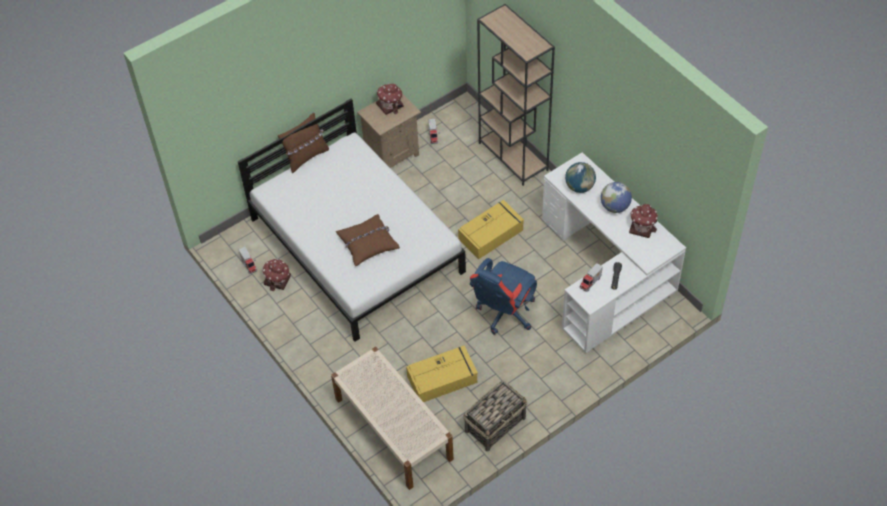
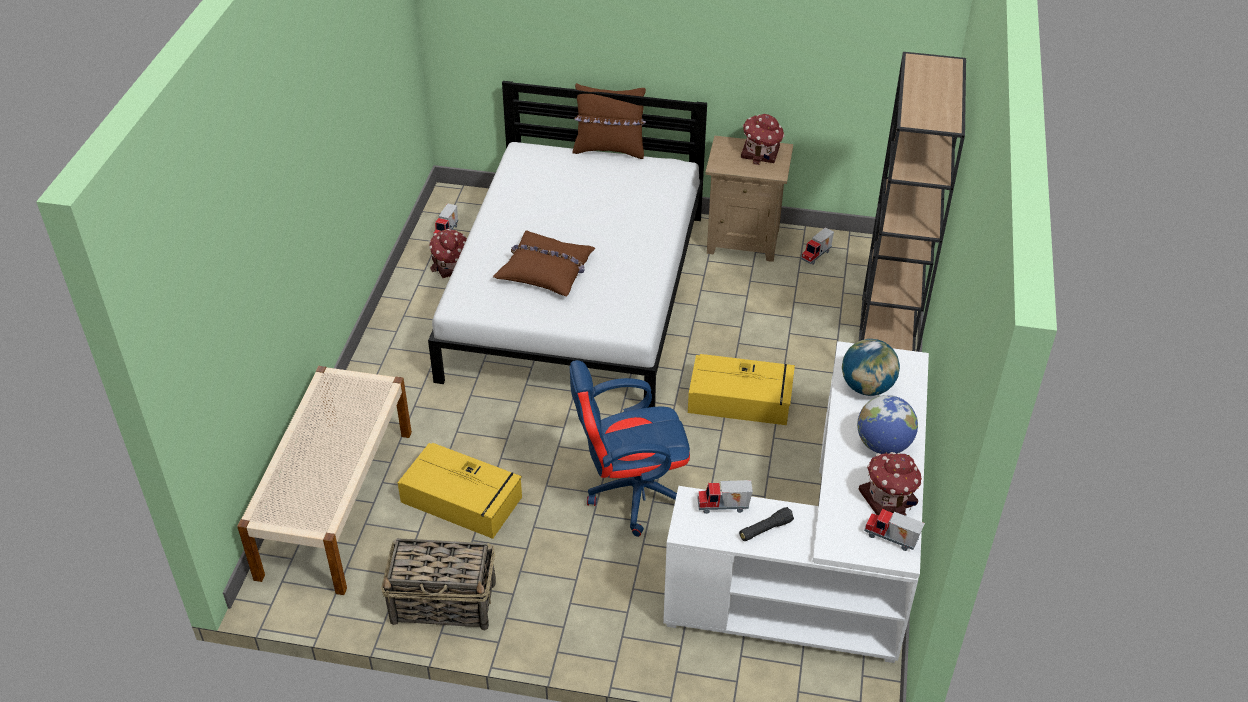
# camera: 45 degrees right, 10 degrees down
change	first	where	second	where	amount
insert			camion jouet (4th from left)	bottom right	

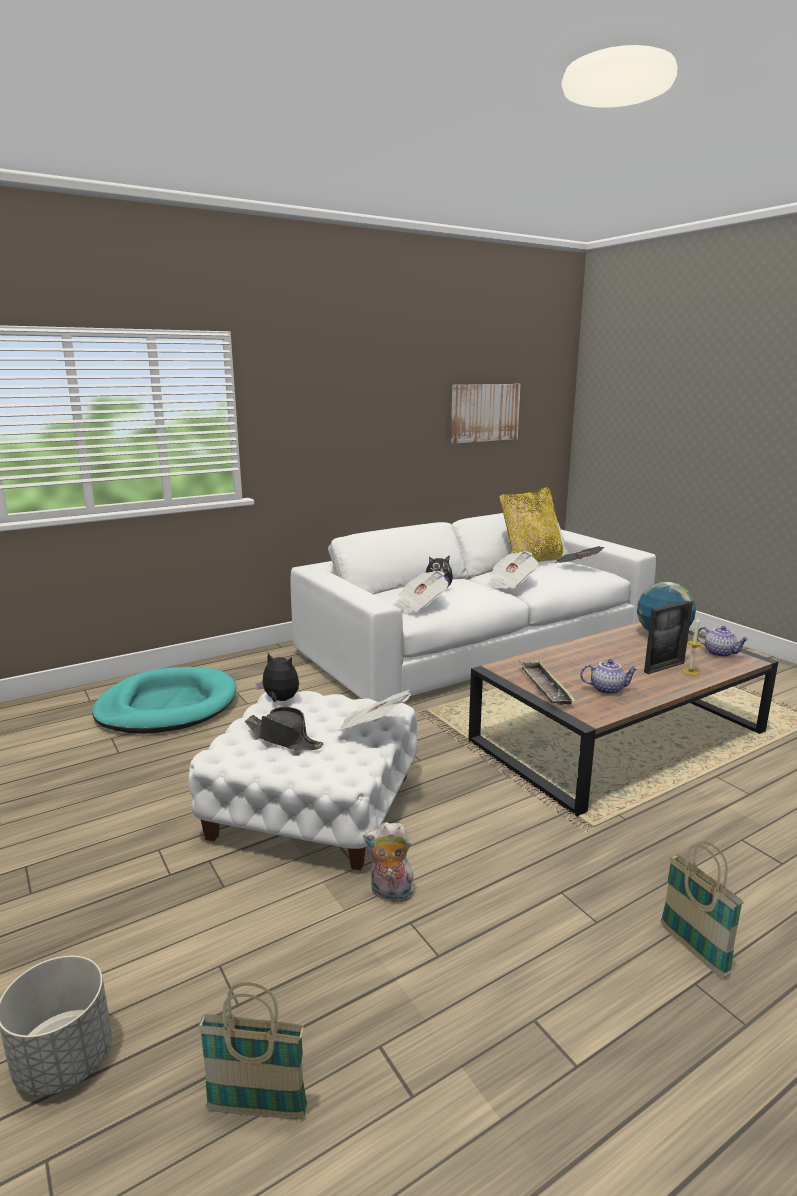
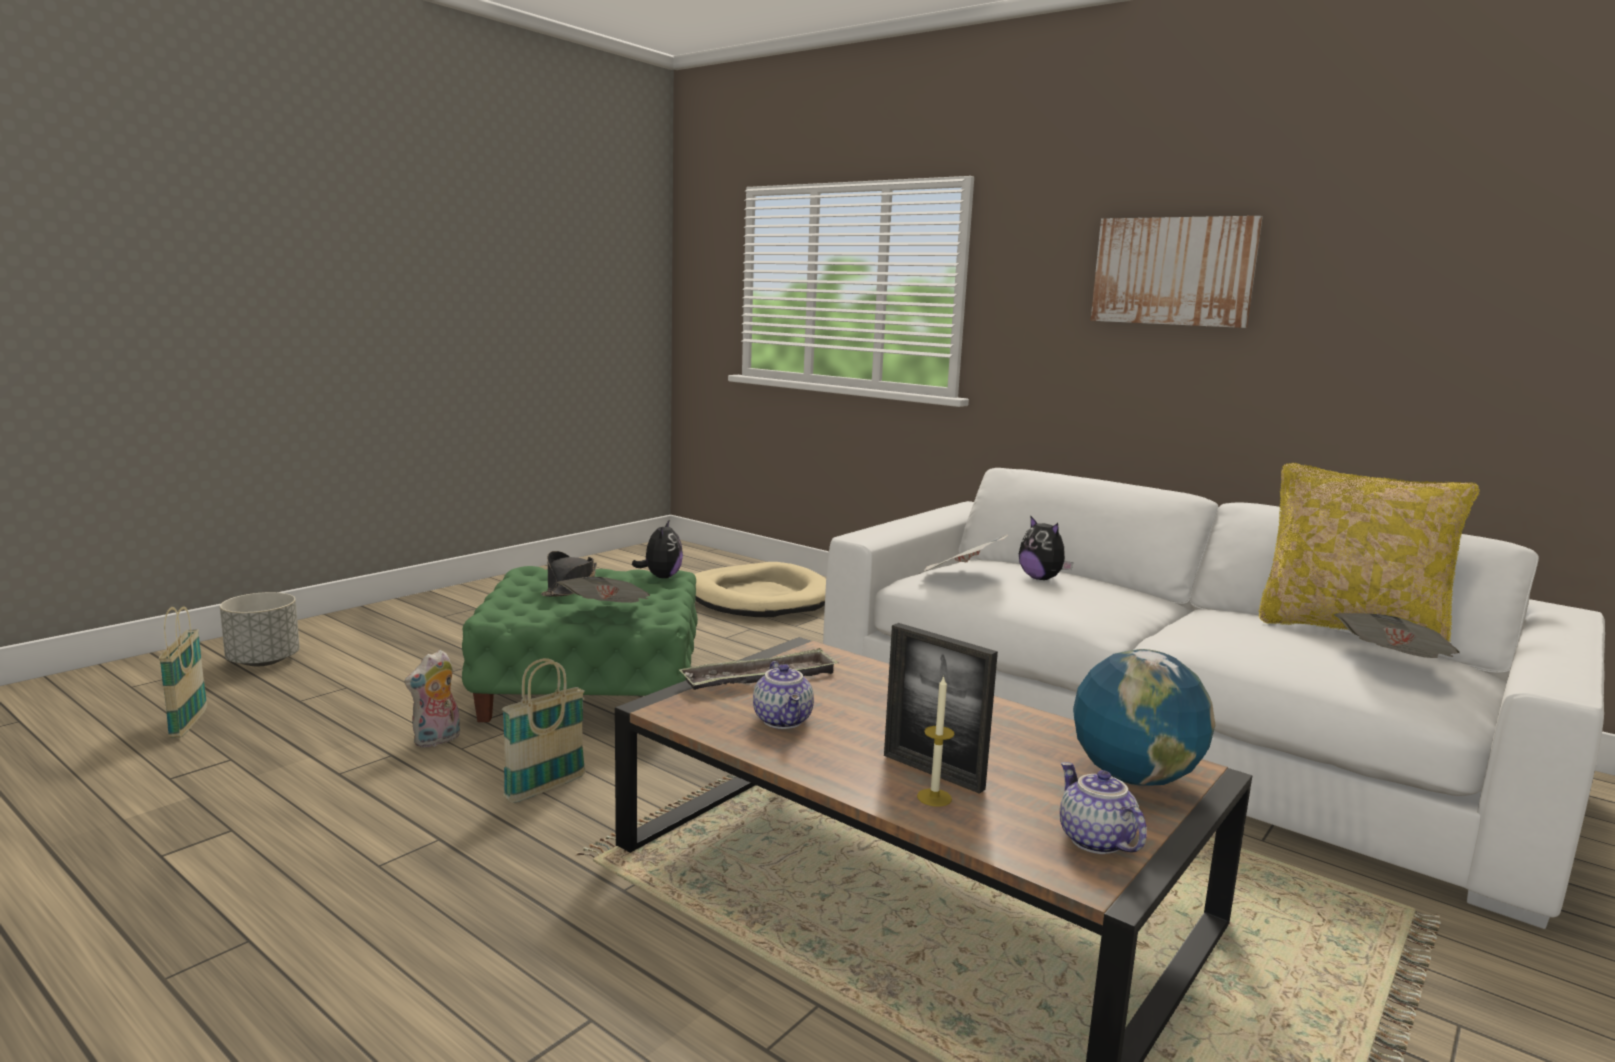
# camera: 70 degrees right, 5 degrees down
change	first	where	second	where	amount
recolor	panier pour chien [turquoise]	middle left	panier pour chien [beige]	centre	
recolor	pouf [blanc]	centre	pouf [vert]	centre	
rotate	peluche (2nd from left in the first image)	bottom centre	peluche (1st from left)	middle left	135 degrees counterclockwise
move	tableau	centre		top right	
delete	journal (3rd from left)	centre			
move	panier (2nd from left)	bottom right		bottom centre	
rotate	théière (2nd from left)	middle right		bottom right	135 degrees clockwise

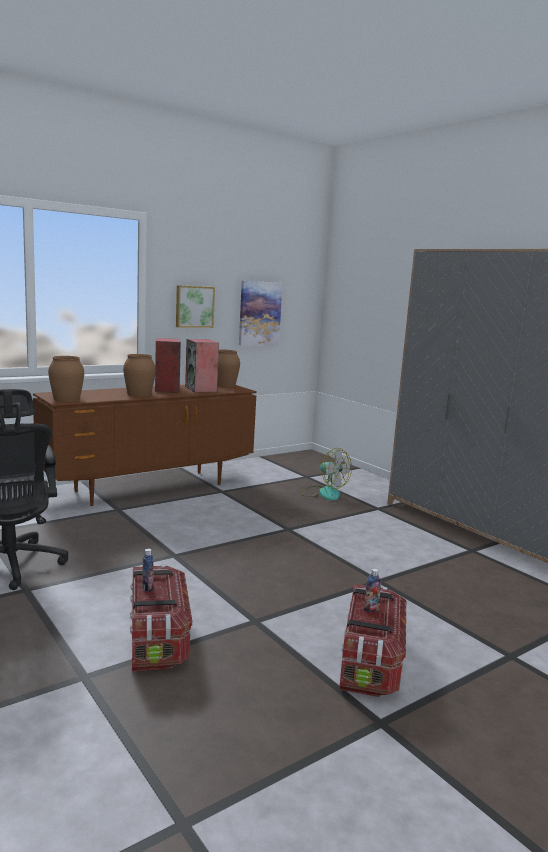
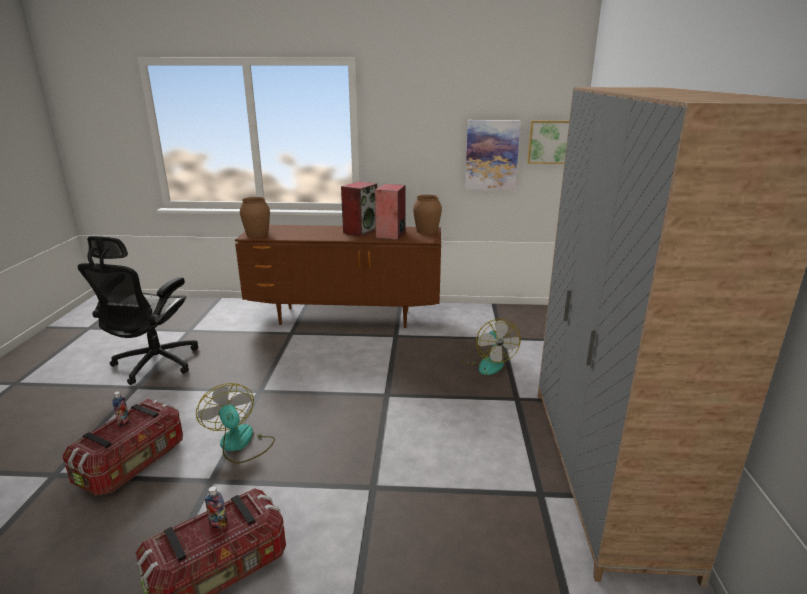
# camera: 40 degrees right, 10 degrees up
change	first	where	second	where	amount
delete	vase [marron] (2nd from left)	middle left			
move	tableau (1st from left in the first image)	centre	tableau (2nd from left)	top right	
insert			ventilateur (1st from left)	bottom left	

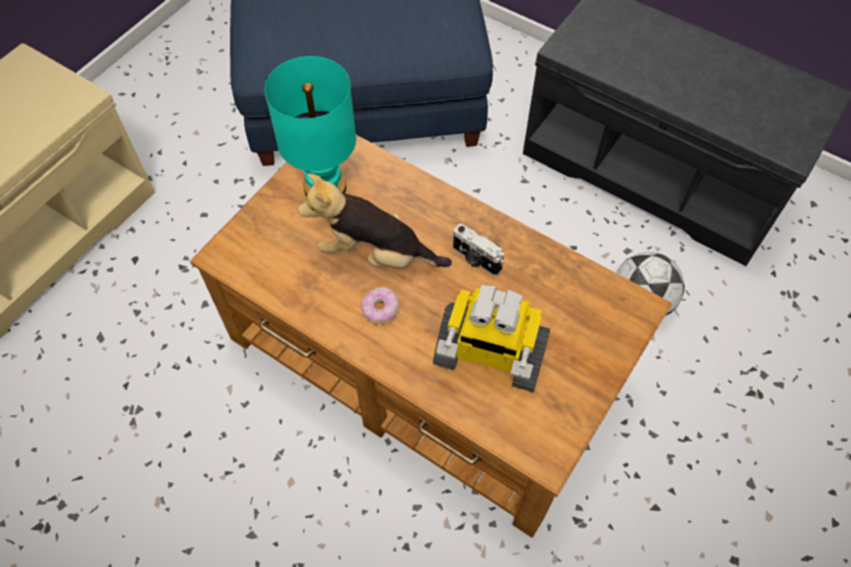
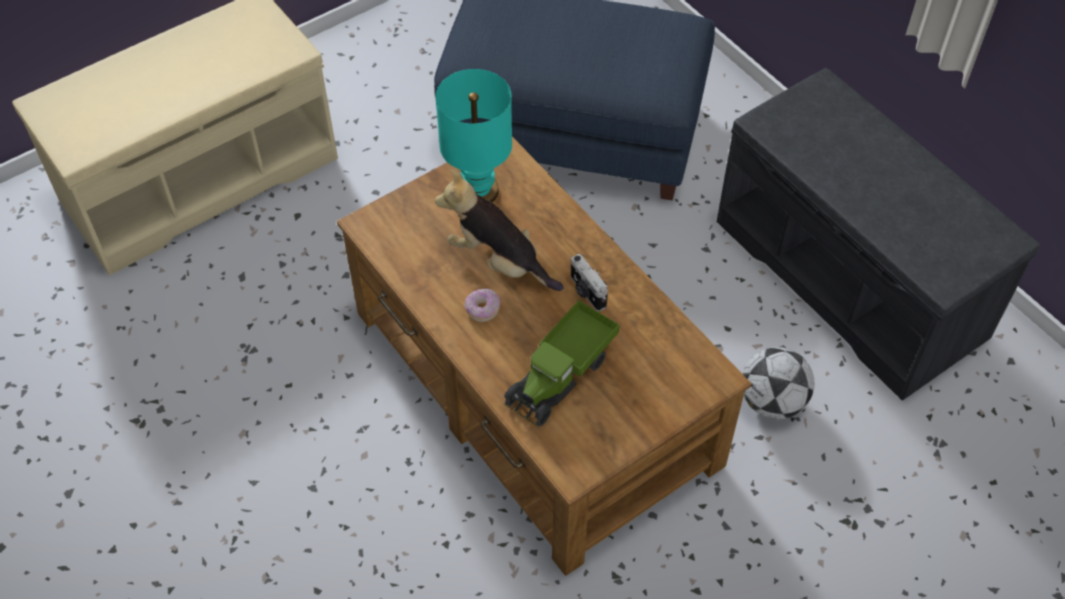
# camera: 20 degrees right, 5 degrees down
change	first	where	second	where	amount
replace	robot jouet	centre	camion jouet	centre	

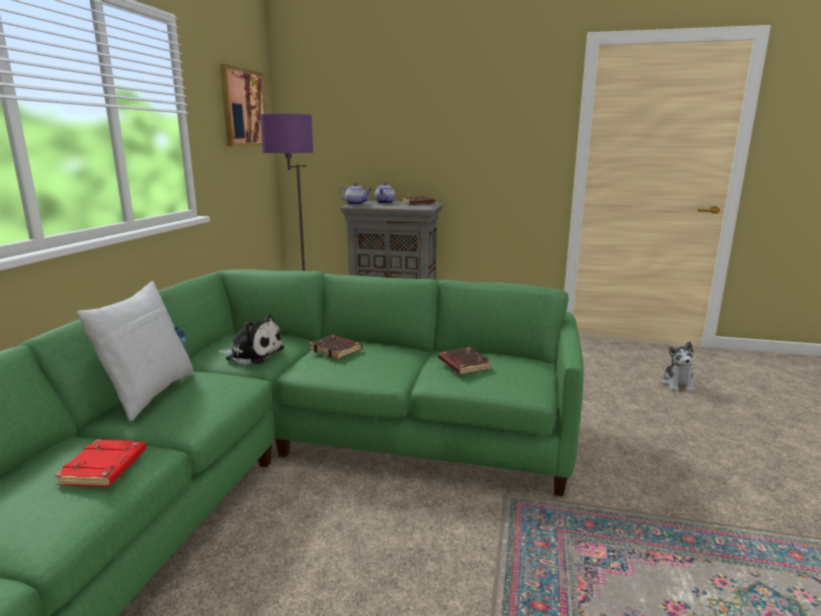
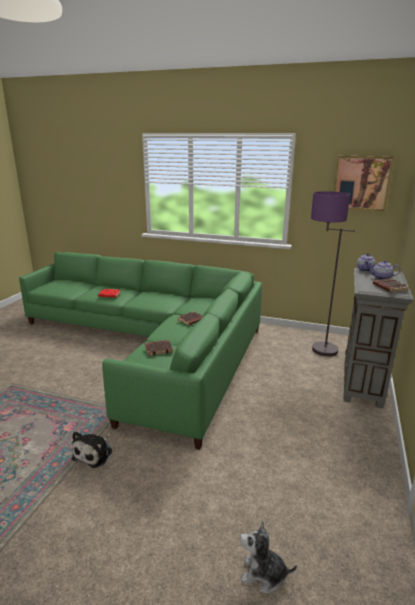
# camera: 95 degrees right, 5 degrees up
change	first	where	second	where	amount
delete	coussin [gris]	middle left			
move	peluche (1st from left)	middle left		bottom left	

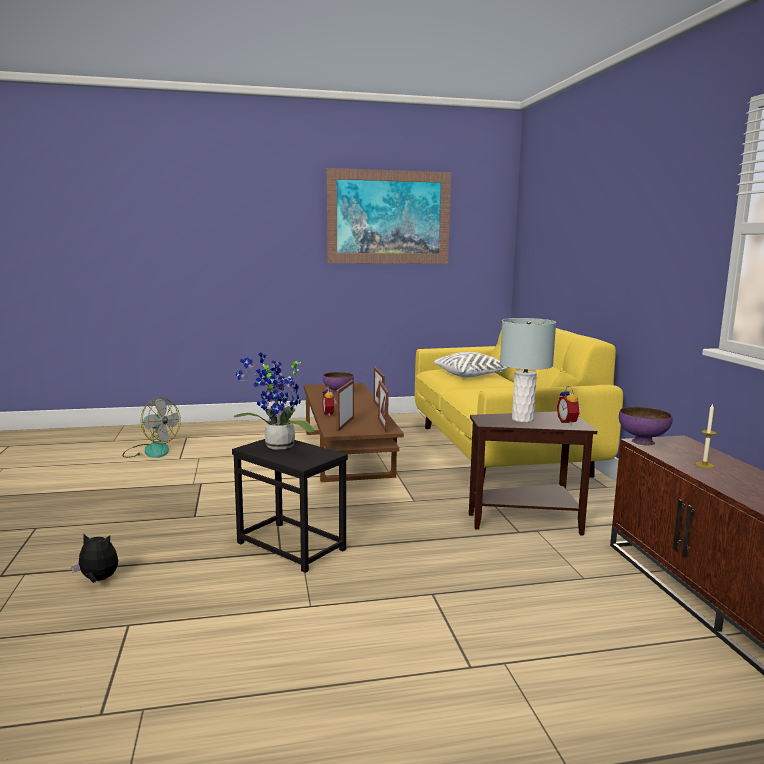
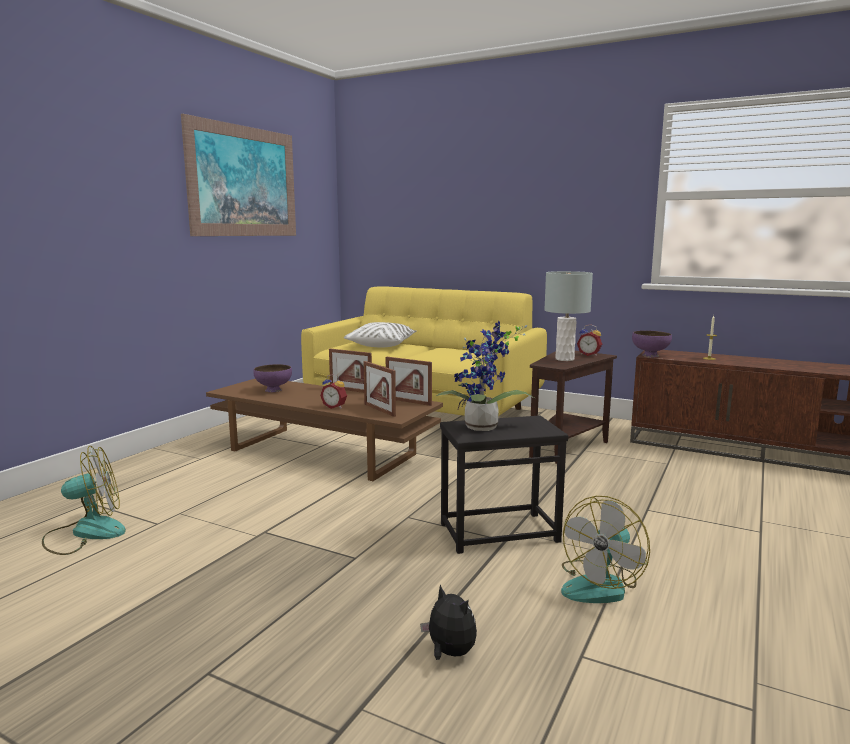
# camera: 50 degrees left, 0 degrees up
change	first	where	second	where	amount
rotate	peluche	bottom left		bottom centre	90 degrees clockwise
insert			ventilateur (2nd from left)	bottom right	

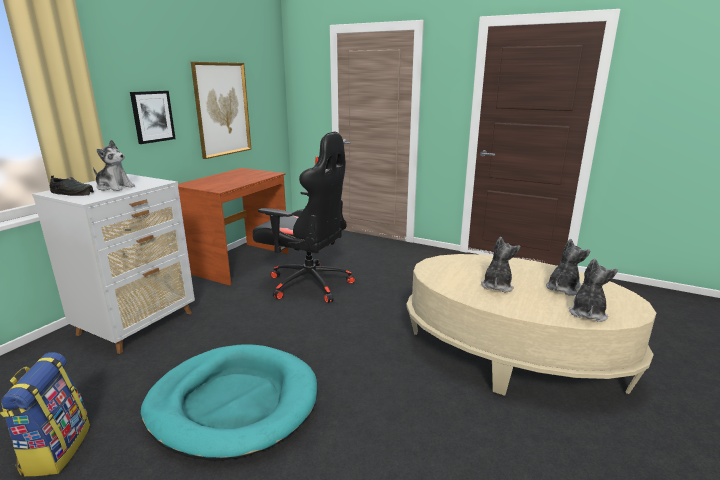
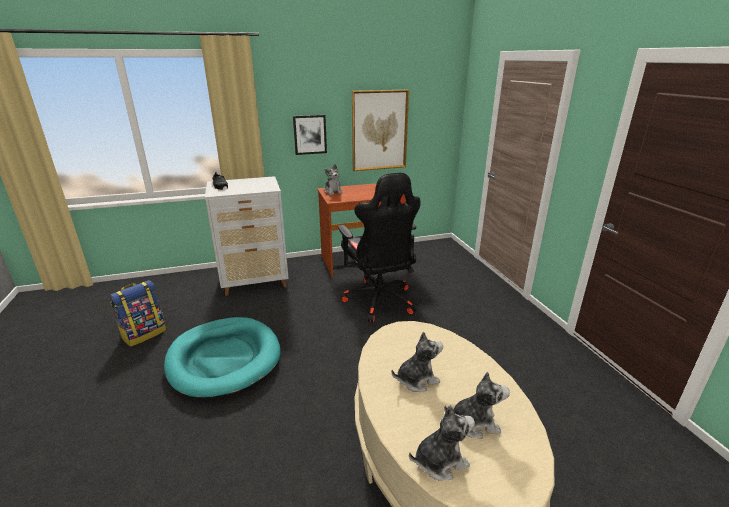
# camera: 45 degrees right, 5 degrees up
change	first	where	second	where	amount
move	peluche (1st from left)	middle left		centre	

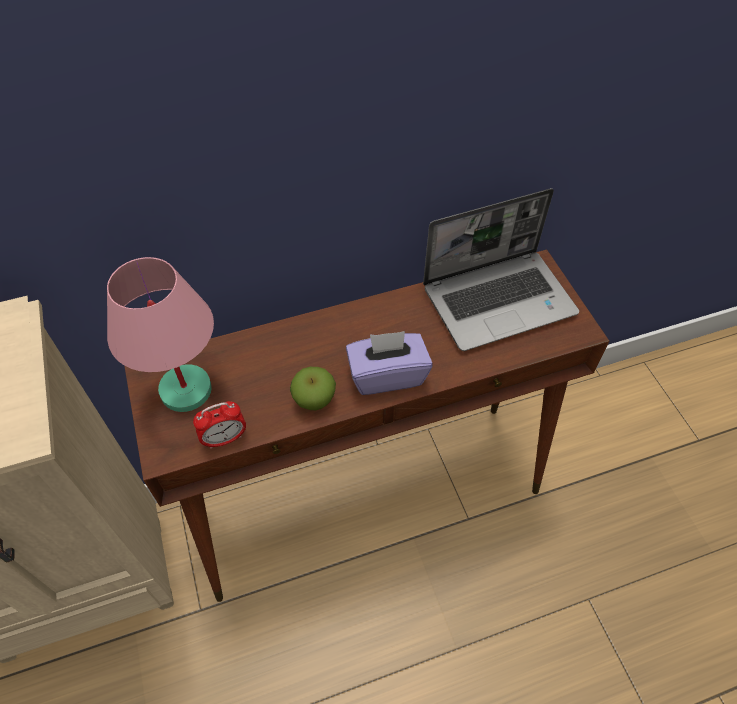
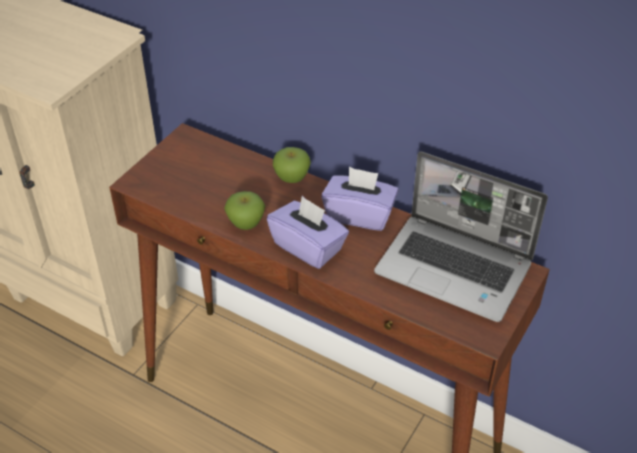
# camera: 50 degrees right, 10 degrees down
change	first	where	second	where	amount
delete	lampe de table [rose]	middle left			
delete	réveil	middle left			
insert			pomme (2nd from left)	centre	
insert			boîte à mouchoirs [violet] (2nd from left)	centre	

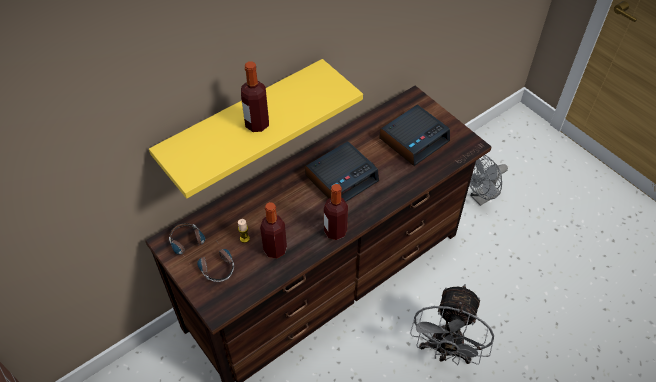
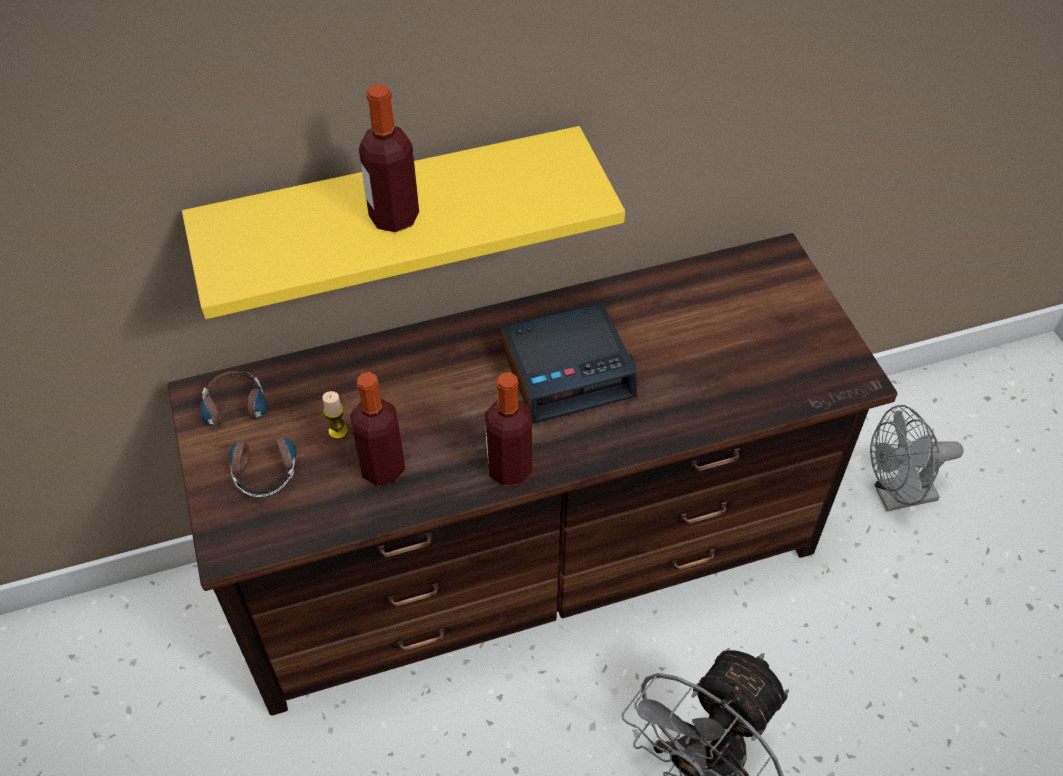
# camera: 20 degrees right, 0 degrees up
change	first	where	second	where	amount
delete	réveil (2nd from left)	centre			

